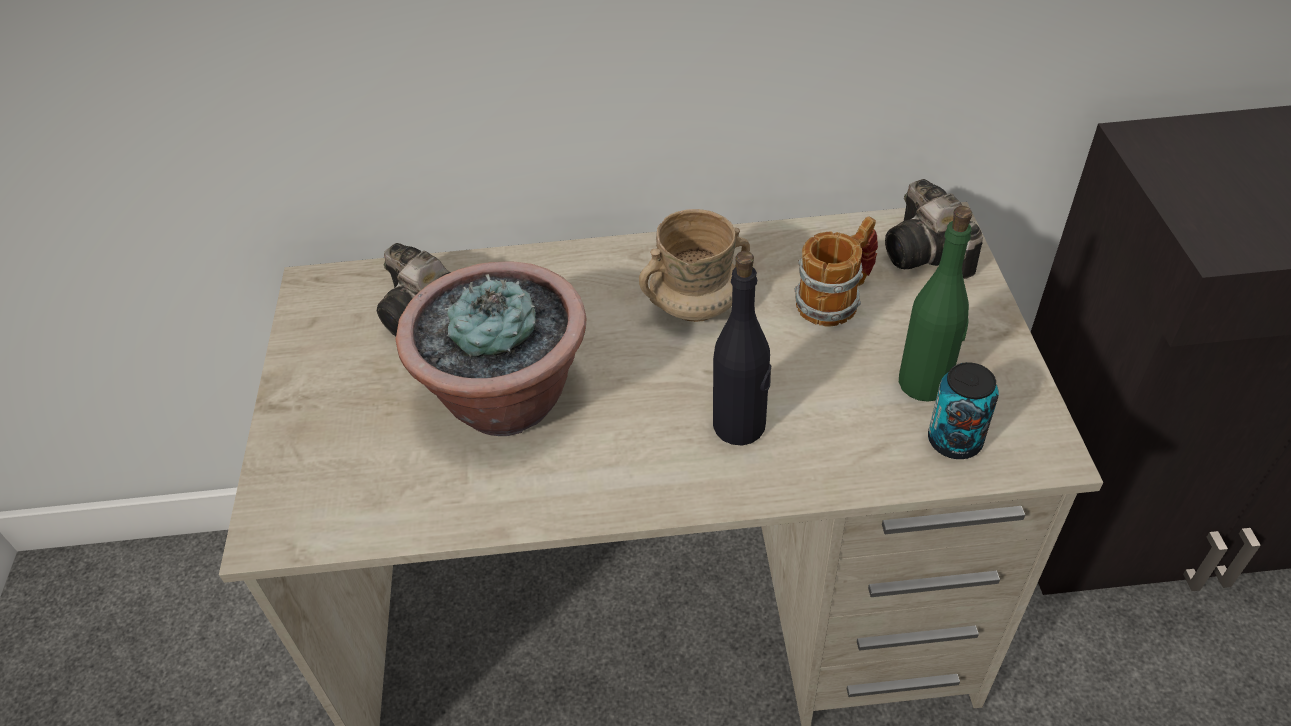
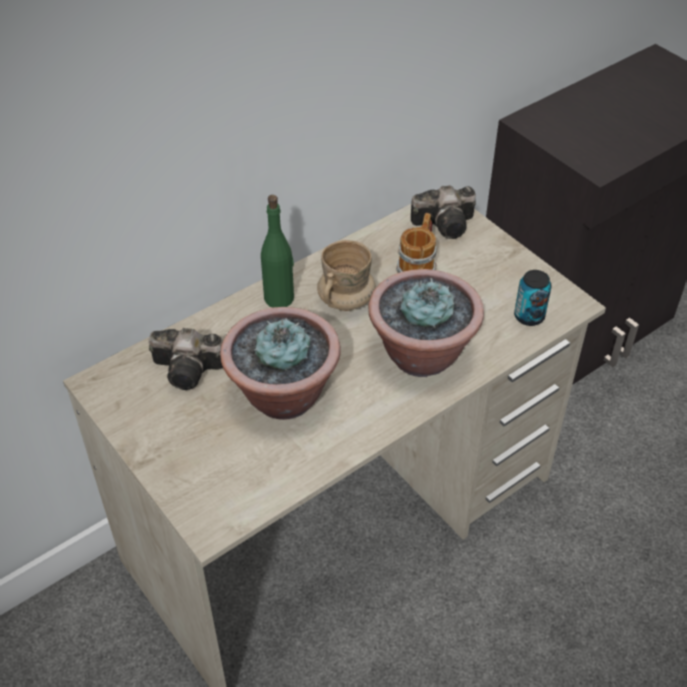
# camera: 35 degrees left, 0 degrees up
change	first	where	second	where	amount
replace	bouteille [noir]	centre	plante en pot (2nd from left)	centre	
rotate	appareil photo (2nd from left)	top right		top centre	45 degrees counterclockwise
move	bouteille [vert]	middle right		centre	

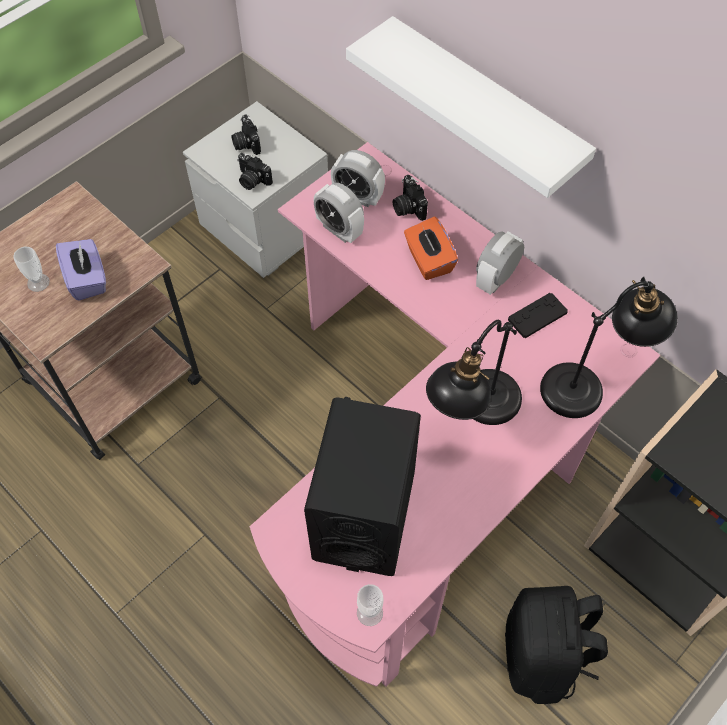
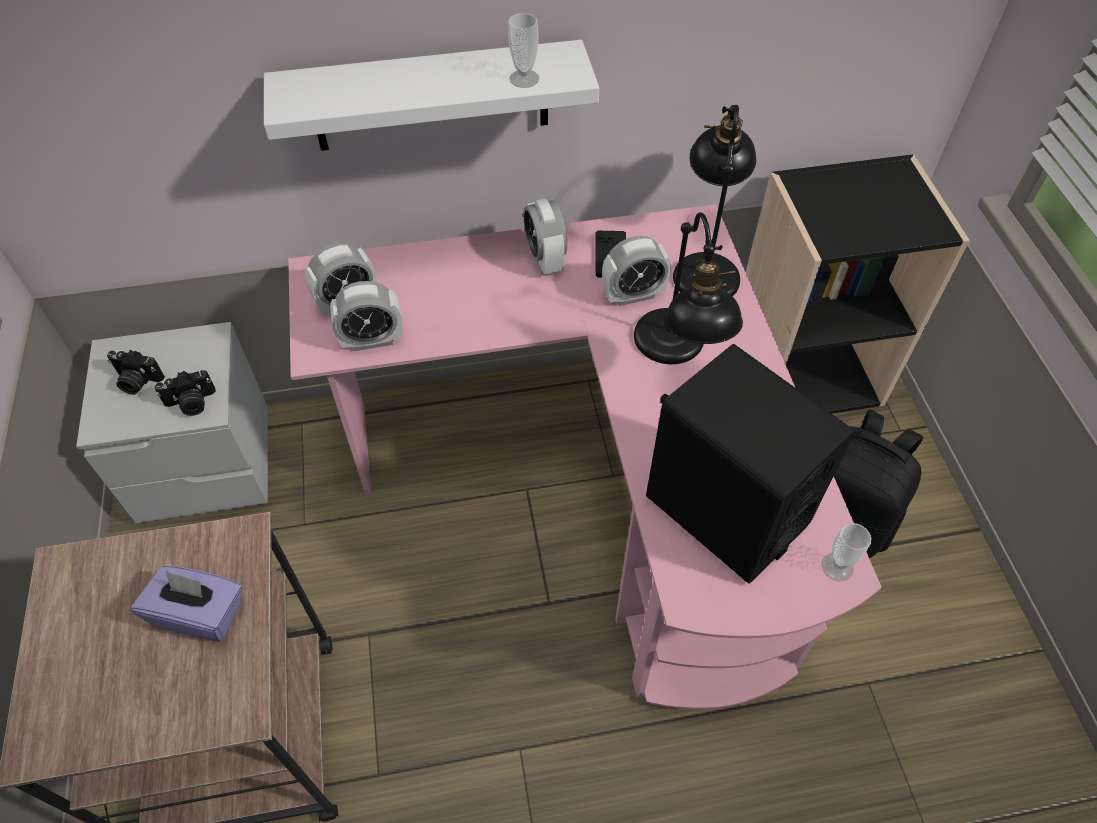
# camera: 55 degrees left, 5 degrees down
change	first	where	second	where	amount
move	tasse (1st from left)	middle left		top centre	
delete	appareil photo (3rd from left)	top centre			
delete	boîte à mouchoirs [orange]	centre			
insert			réveil (4th from left)	top centre	

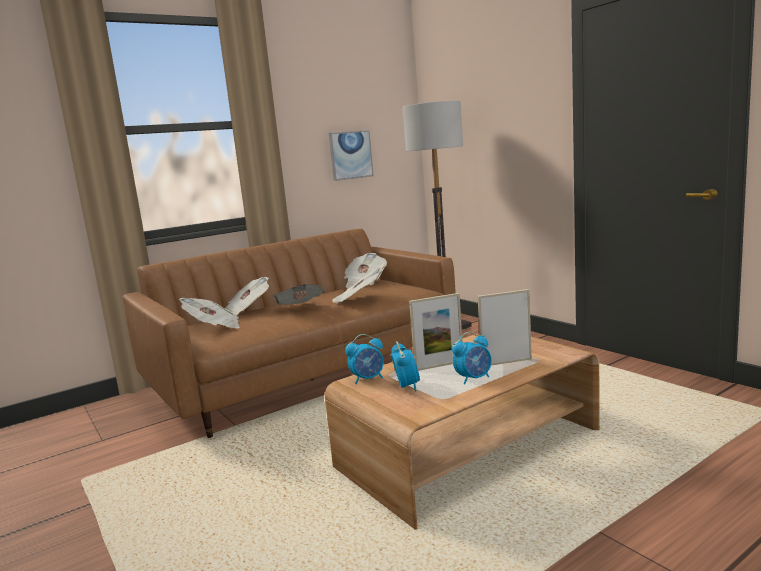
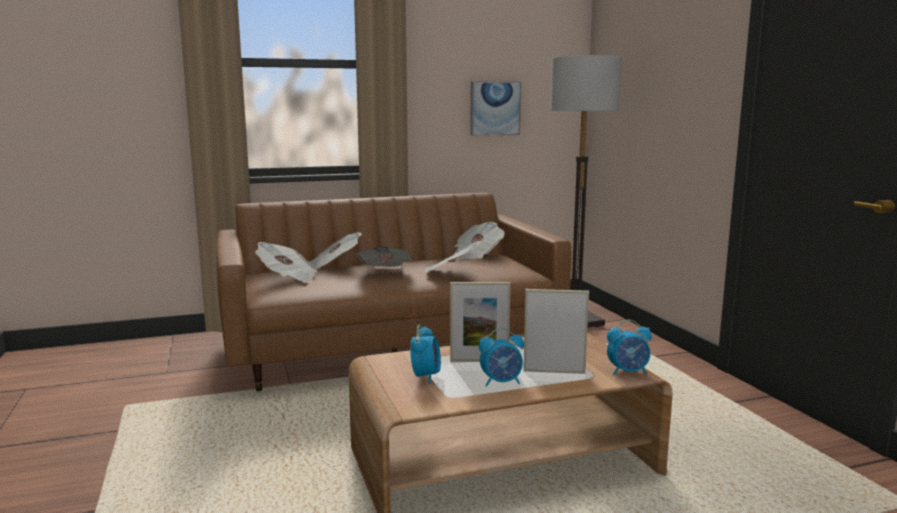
# camera: 15 degrees right, 0 degrees up
change	first	where	second	where	amount
move	réveil (1st from left in the first image)	centre	réveil (3rd from left)	bottom right	

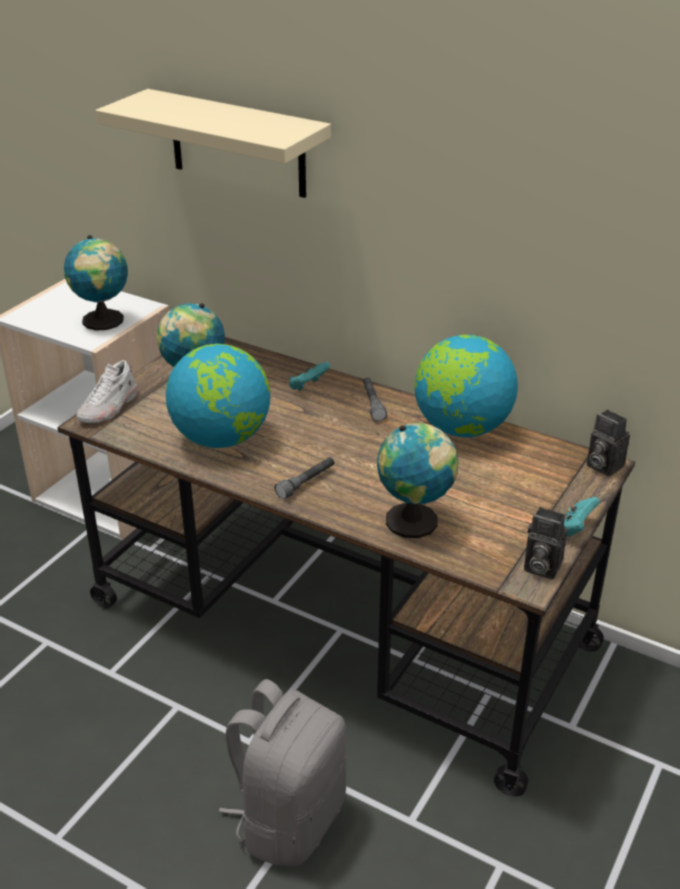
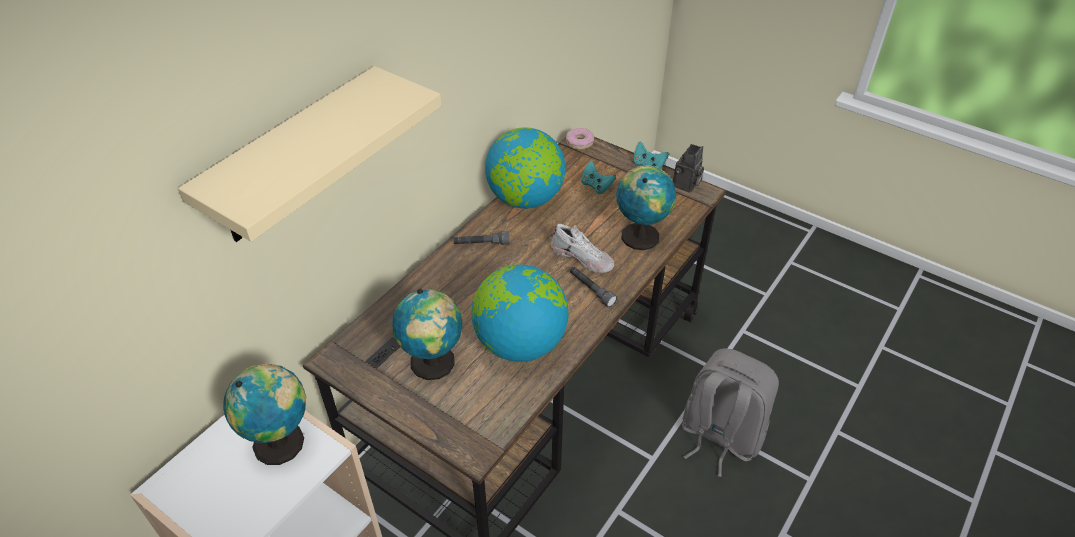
# camera: 85 degrees left, 10 degrees up
change	first	where	second	where	amount
move	chaussure [blanc]	middle left		centre	
move	manette [turquoise] (1st from left)	centre		top centre	
replace	appareil photo (2nd from left)	middle right	beignet	top centre	

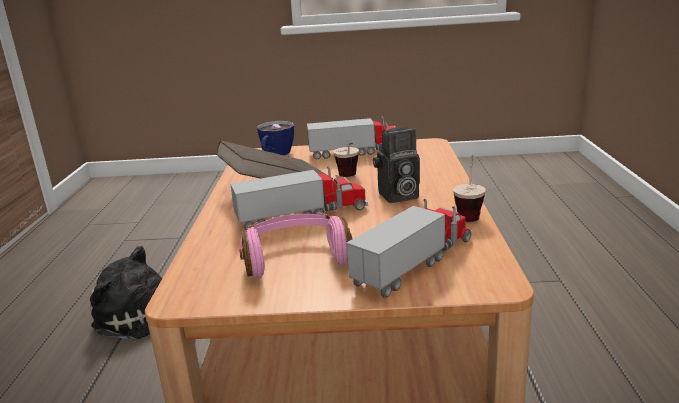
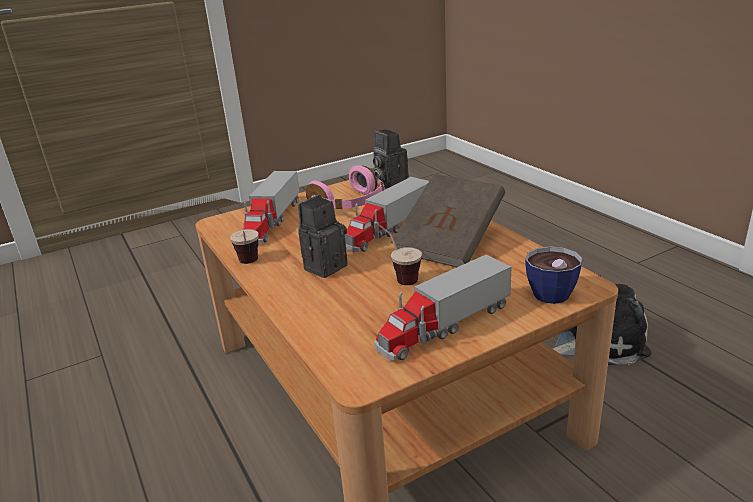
# camera: 150 degrees right, 5 degrees up
change	first	where	second	where	amount
insert			appareil photo (2nd from left)	top centre	

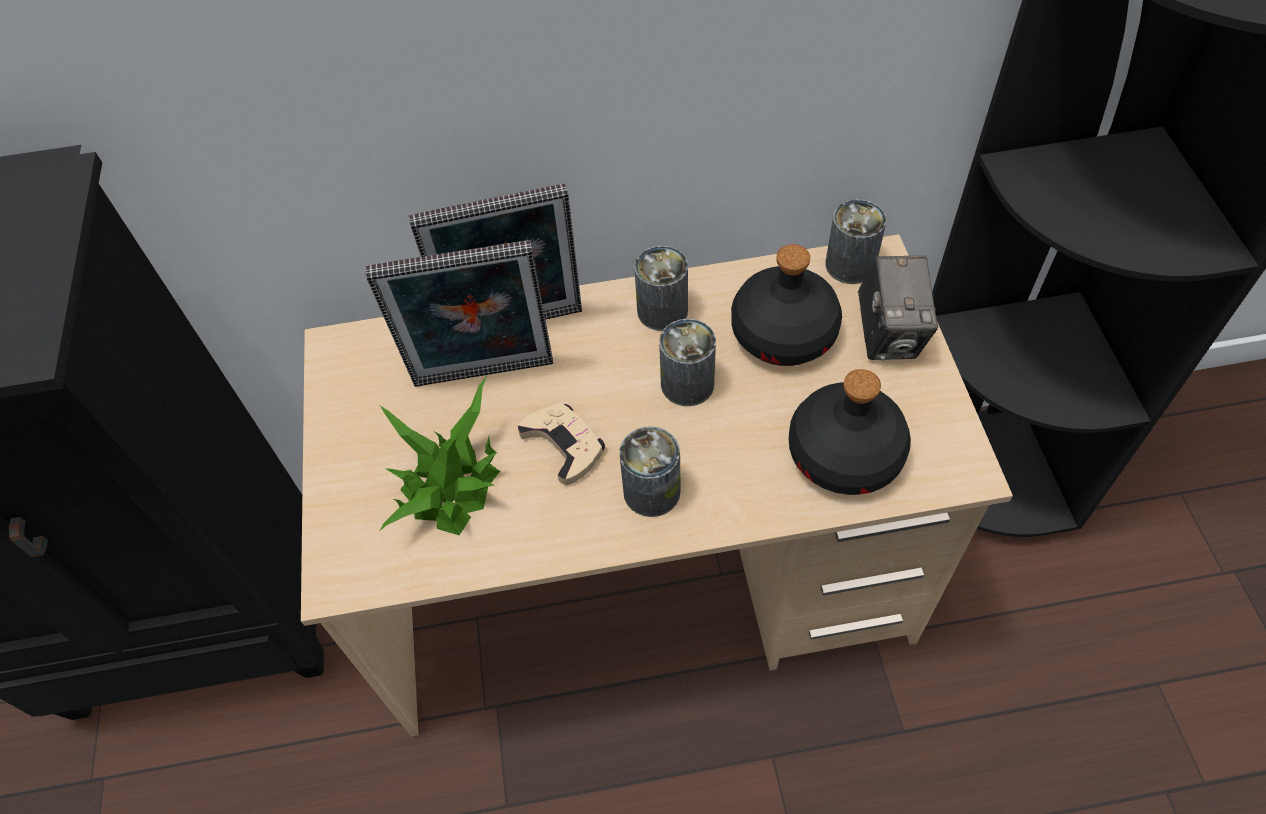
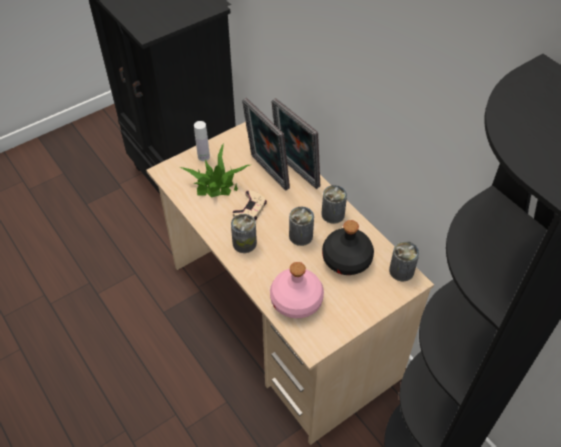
# camera: 60 degrees right, 5 degrees down
change	first	where	second	where	amount
recolor	bouteille [noir] (2nd from left)	middle right	bouteille [rose]	centre	
delete	appareil photo	middle right			
insert			bouteille [blanc]	top centre	

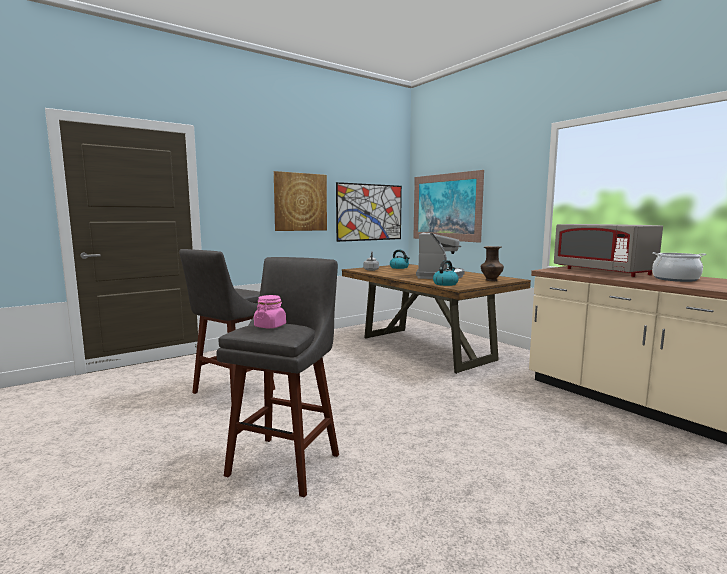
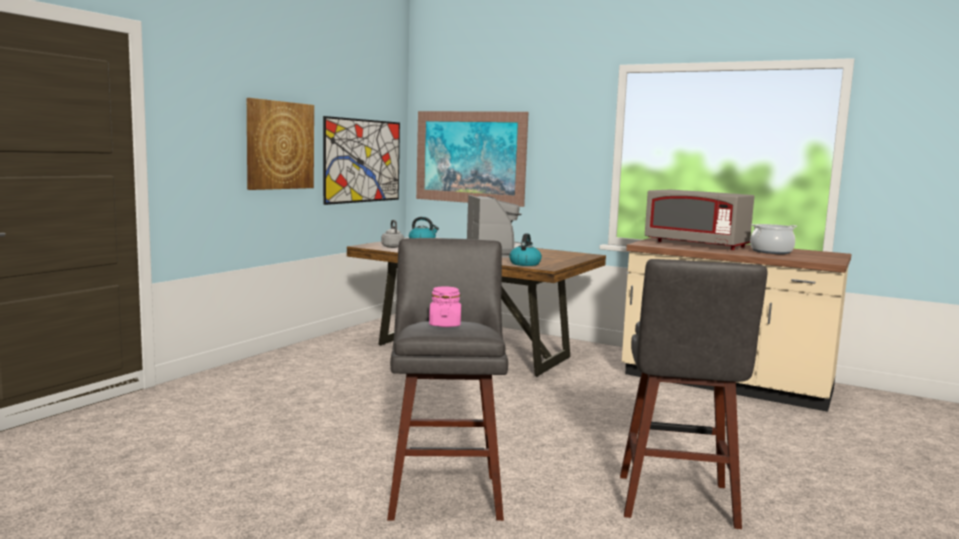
# camera: 25 degrees left, 0 degrees up
change	first	where	second	where	amount
move	tabouret [gris] (1st from left in the first image)	middle left	tabouret [gris] (2nd from left)	bottom right	
delete	vase [marron]	middle right			

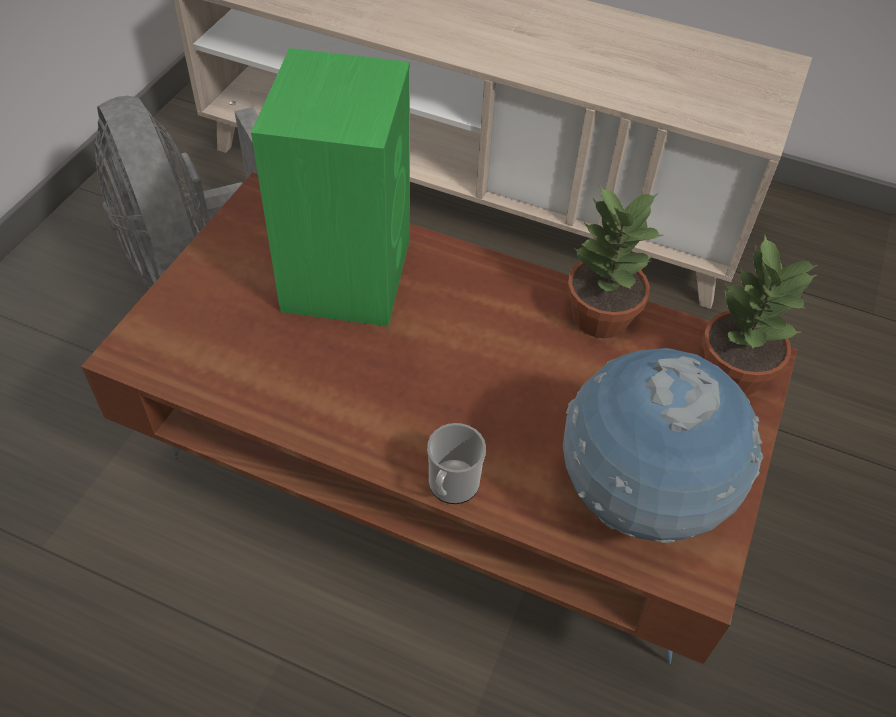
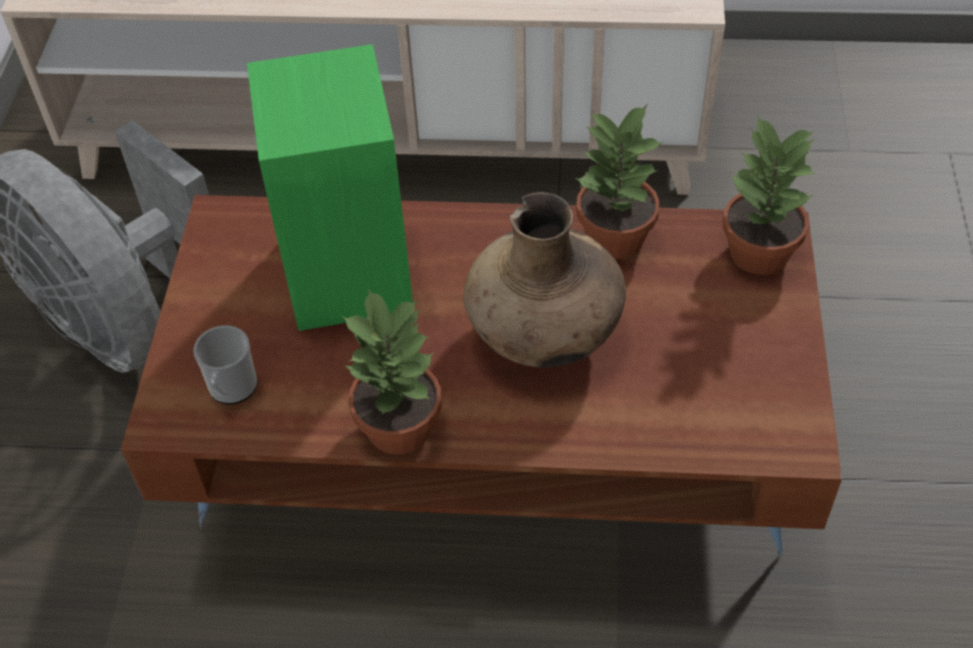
# camera: 15 degrees left, 0 degrees up
change	first	where	second	where	amount
move	mug	centre		middle left	
delete	globe	middle right			
insert			plante en pot (1st from left)	centre	
insert			vase [marron]	centre	

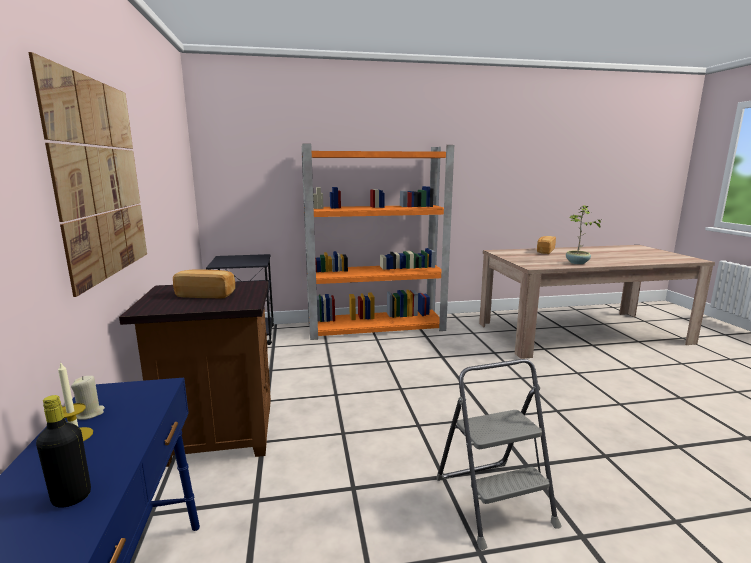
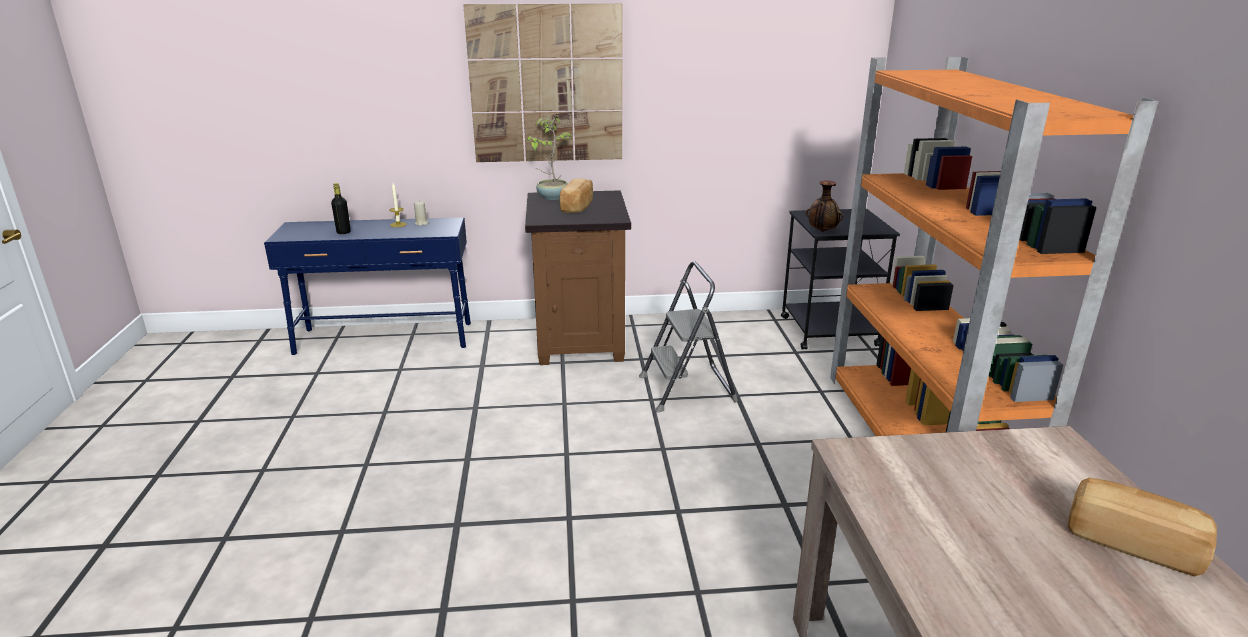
# camera: 95 degrees right, 10 degrees up
change	first	where	second	where	amount
move	escabeau [gris]	bottom centre		centre	
move	plante en pot	middle right		top centre	
insert			vase	top centre	

